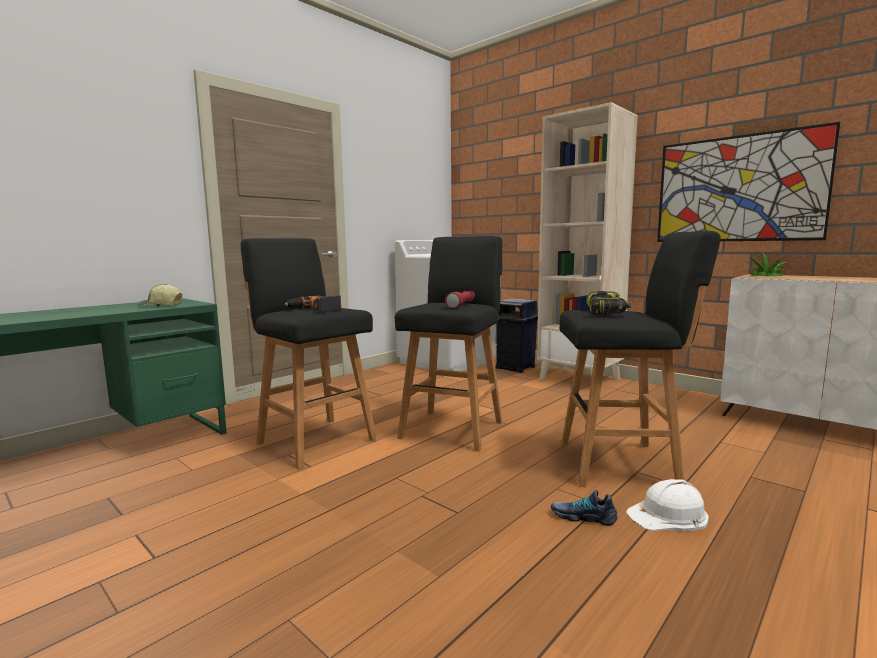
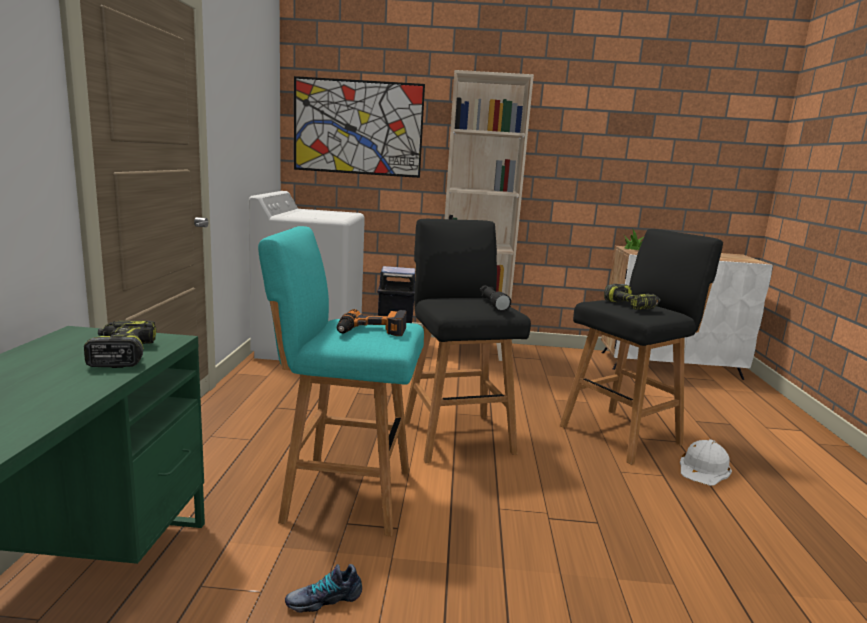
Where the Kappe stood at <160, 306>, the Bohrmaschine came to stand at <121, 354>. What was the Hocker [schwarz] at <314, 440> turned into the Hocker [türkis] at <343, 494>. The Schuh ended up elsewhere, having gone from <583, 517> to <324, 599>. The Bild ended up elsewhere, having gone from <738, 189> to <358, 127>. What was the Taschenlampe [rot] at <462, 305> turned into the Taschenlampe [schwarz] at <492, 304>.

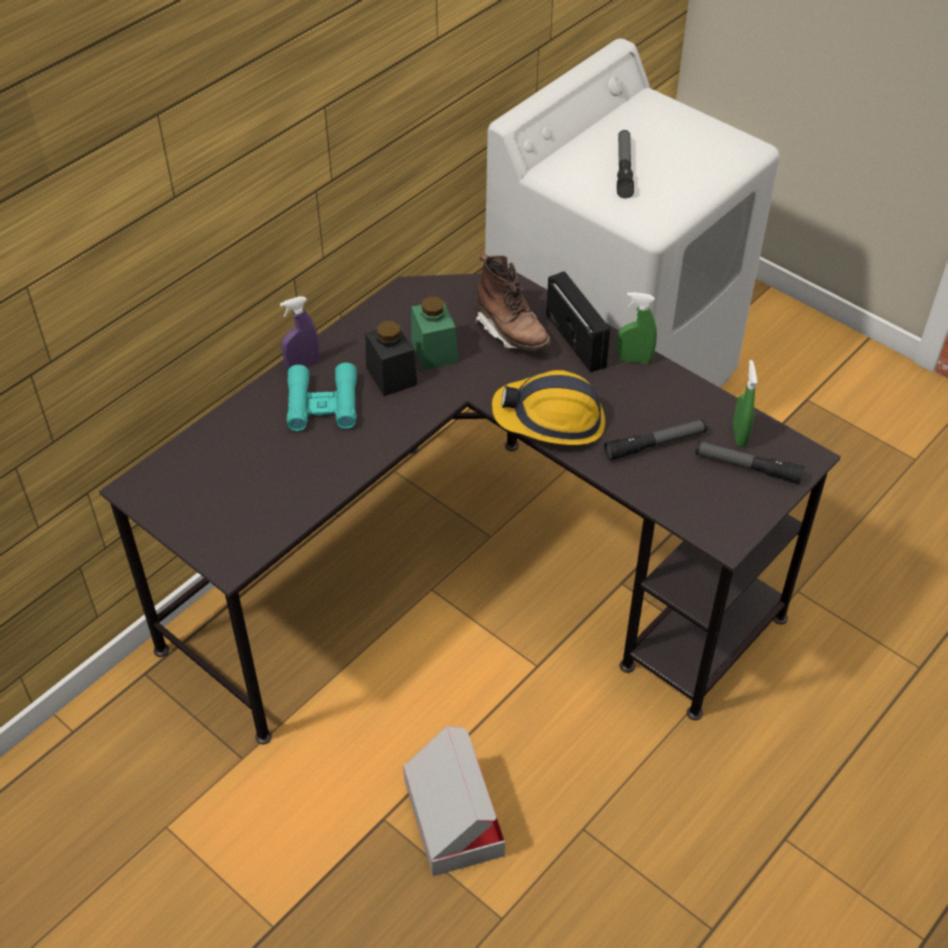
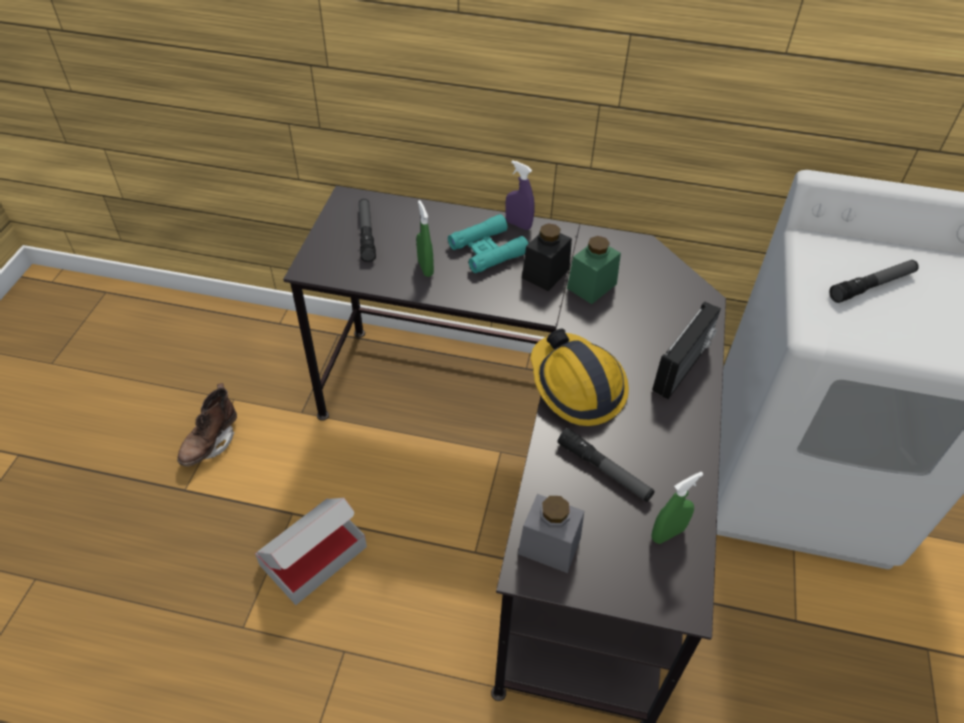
The Stiefel [braun] ended up elsewhere, having gone from <511, 332> to <211, 443>. The Taschenlampe ended up elsewhere, having gone from <747, 467> to <366, 234>. The Sprühflasche [grün] ended up elsewhere, having gone from <634, 359> to <425, 268>. The second view gained the Vorratsglas [grau] at <549, 546>.

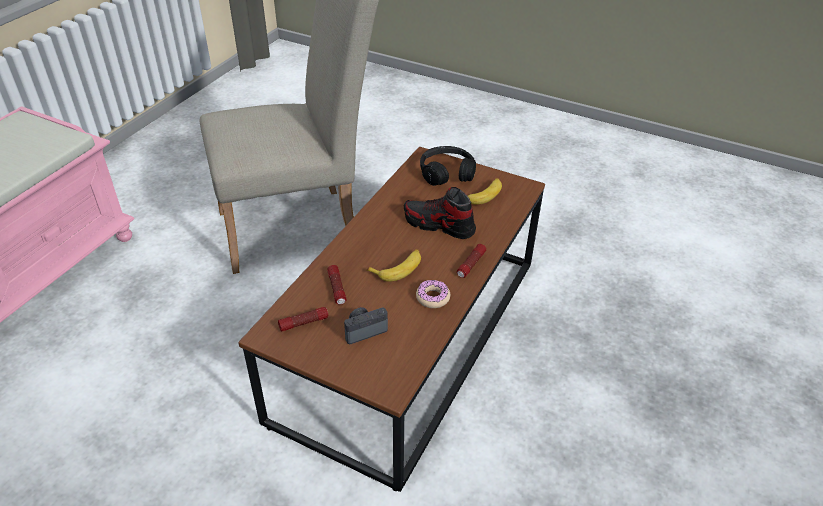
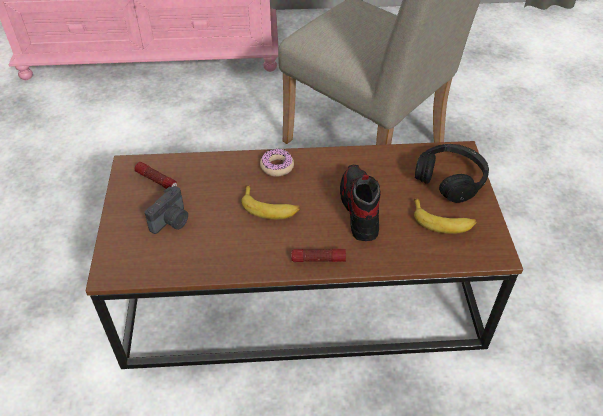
The Kamera at <364, 330> ended up facing another way, 90 degrees clockwise from before. The Donut ended up elsewhere, having gone from <432, 297> to <277, 166>. The second view lost the Taschenlampe at <337, 289>.

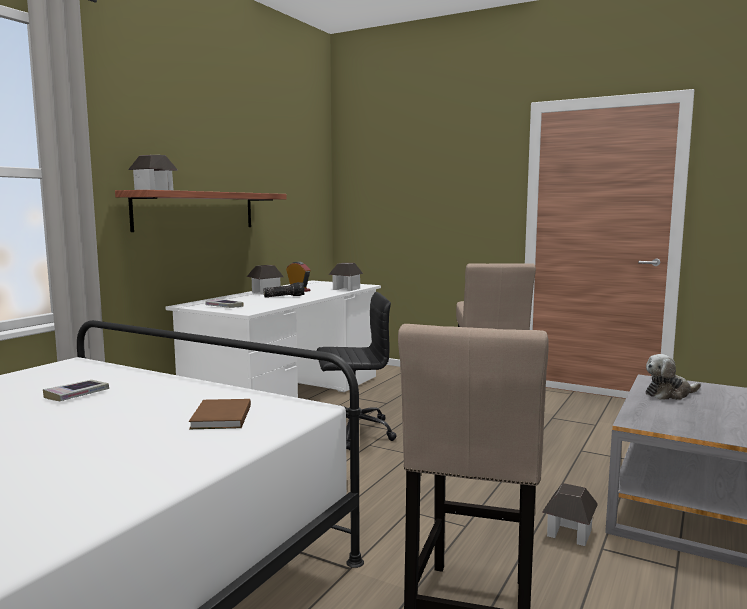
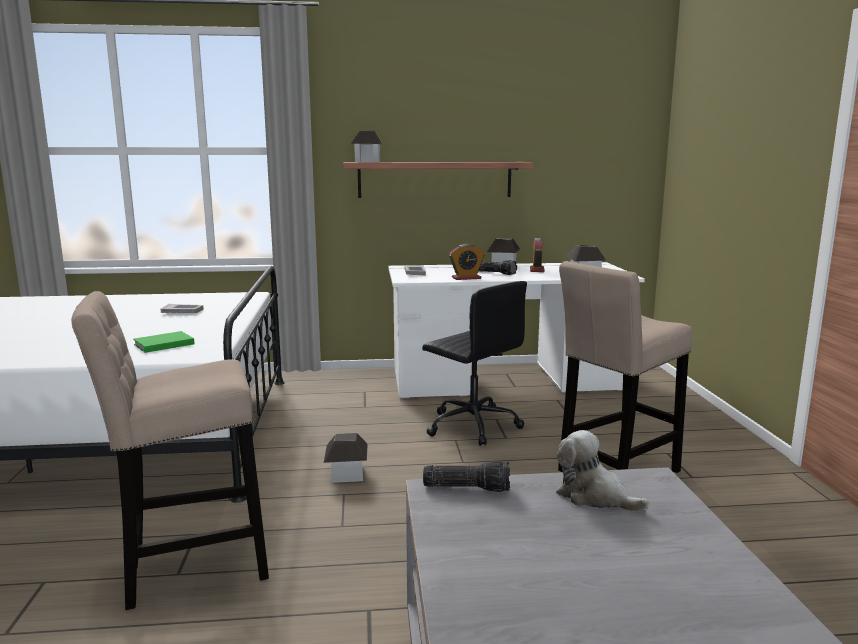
What was the Buch [braun] at <220, 418> turned into the Buch [grün] at <162, 344>. The Spielzeughaus ended up elsewhere, having gone from <569, 533> to <347, 474>. The second view gained the Taschenlampe at <467, 487>. The second view gained the Wecker at <466, 278>.

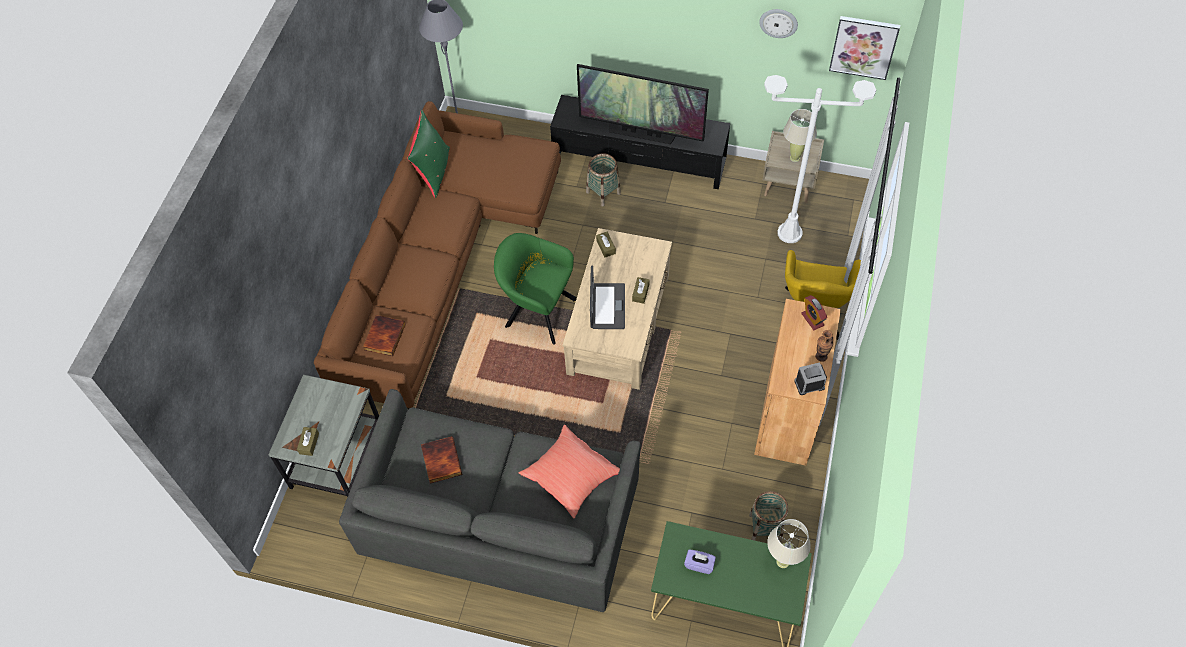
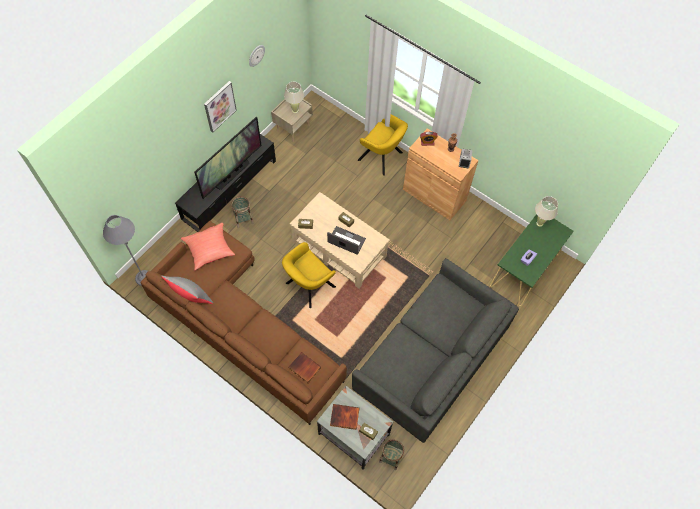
What was the Kissen [grün] at <433, 171> turned into the Kissen [grau] at <191, 297>. The Kissen [rot] ended up elsewhere, having gone from <570, 478> to <209, 250>. The Bild ended up elsewhere, having gone from <863, 47> to <219, 106>. What was the Sessel [grün] at <537, 311> turned into the Sessel [gelb] at <308, 286>. The Buch ended up elsewhere, having gone from <440, 461> to <344, 418>. The Korb ended up elsewhere, having gone from <765, 527> to <391, 457>. The second view lost the Stehlampe [weiß] at <790, 233>.

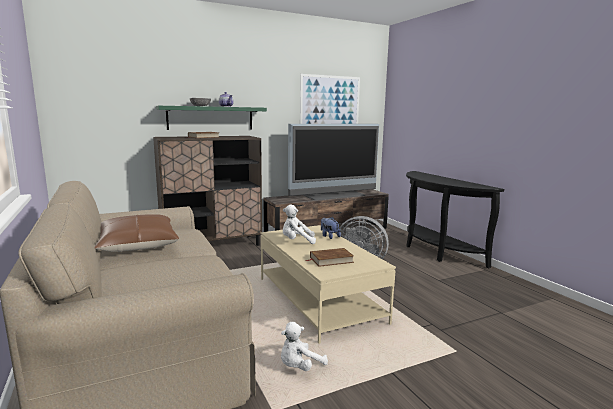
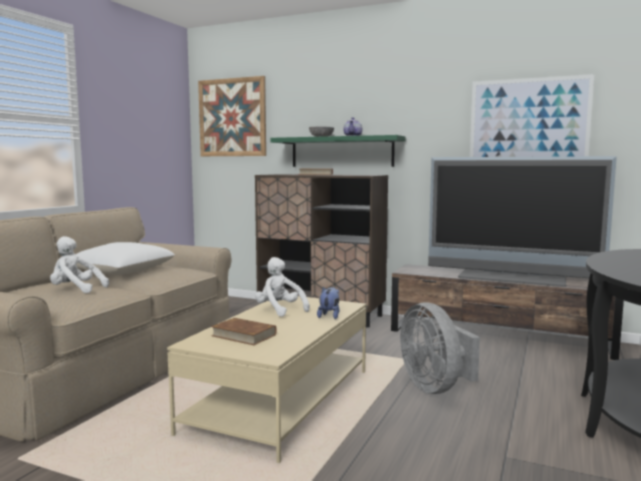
The Plüschtier [weiß] ended up elsewhere, having gone from <299, 367> to <75, 290>. What was the Kissen [braun] at <137, 244> turned into the Kissen [weiß] at <121, 271>. The second view gained the Bild at <232, 117>.

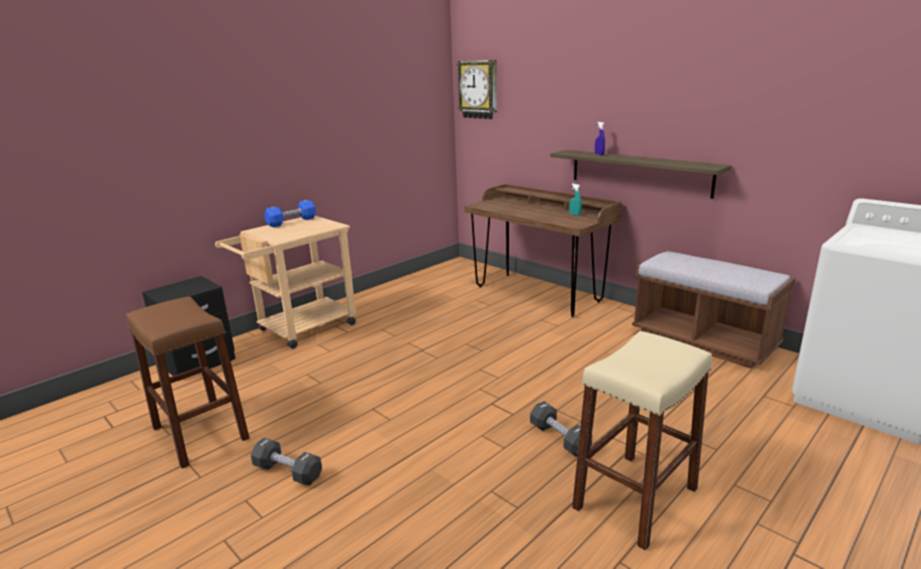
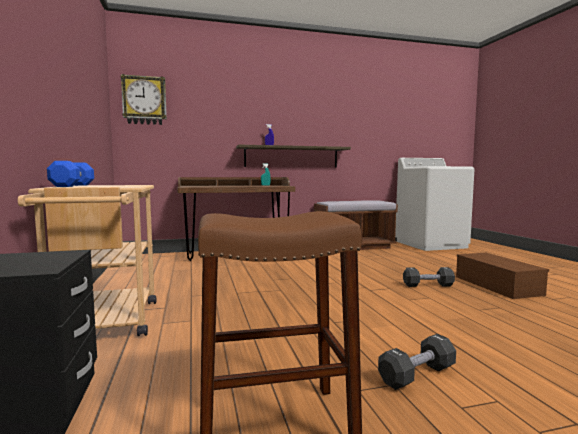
Where the Hocker [beige] stood at <635, 498>, the Aufbewahrungsbox [braun] came to stand at <495, 285>.

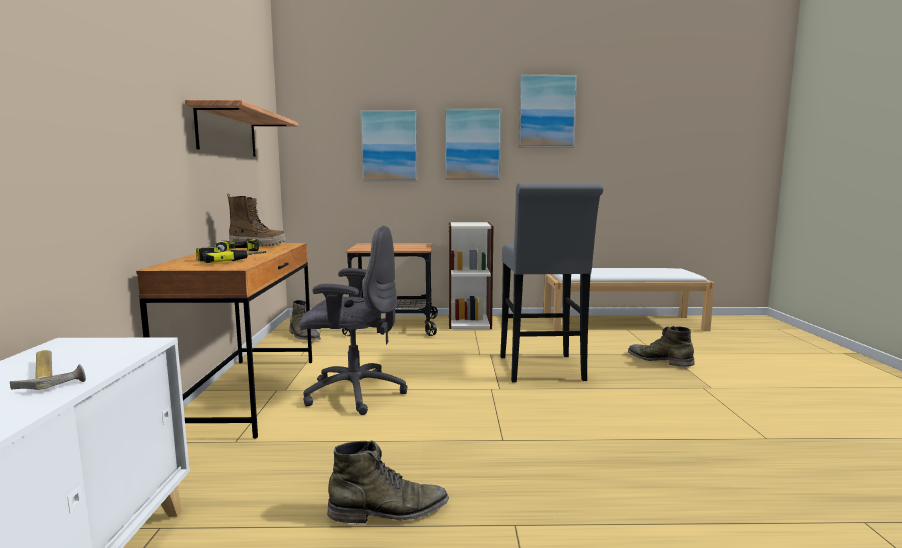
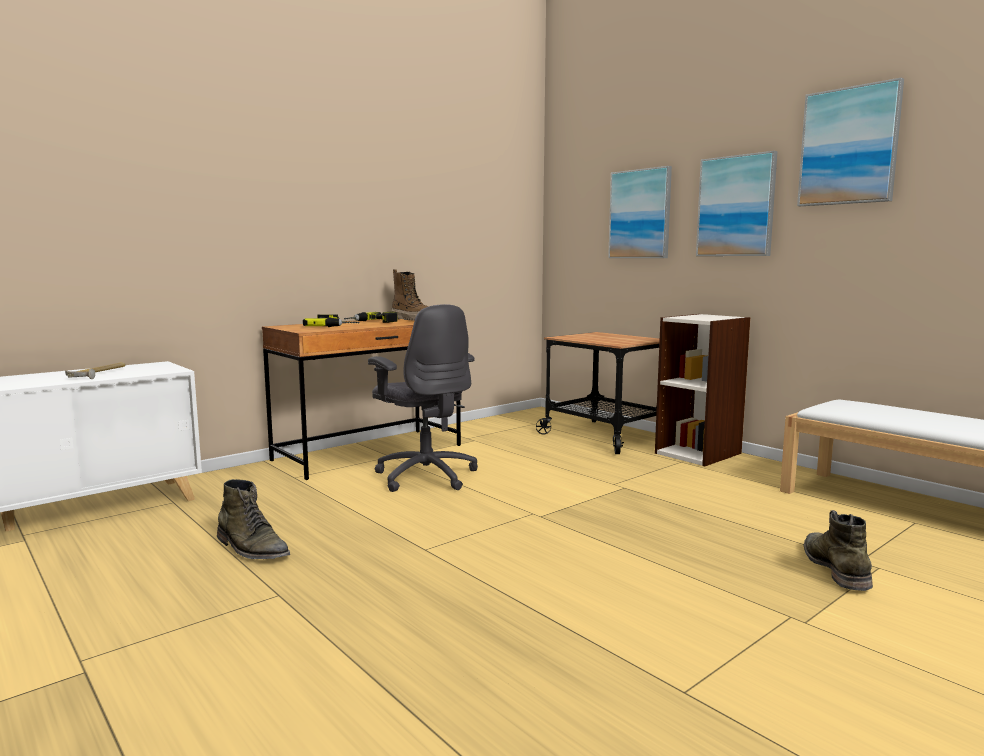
The second view lost the Wandregal at <227, 133>. The second view lost the Stiefel [grün] at <304, 336>. The second view lost the Hocker [grau] at <542, 371>.

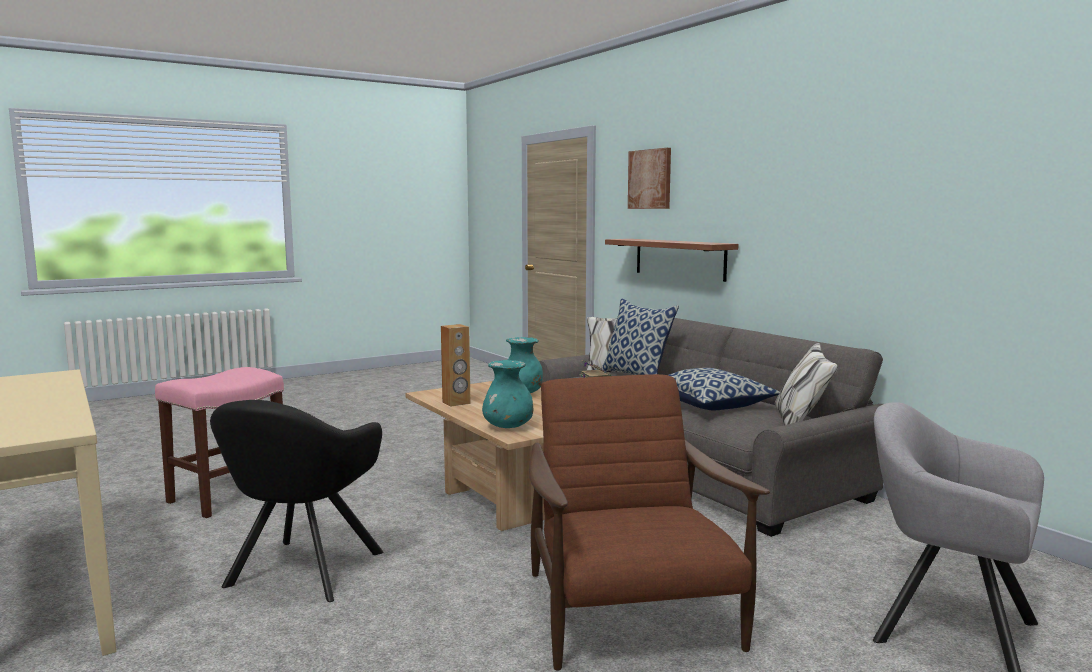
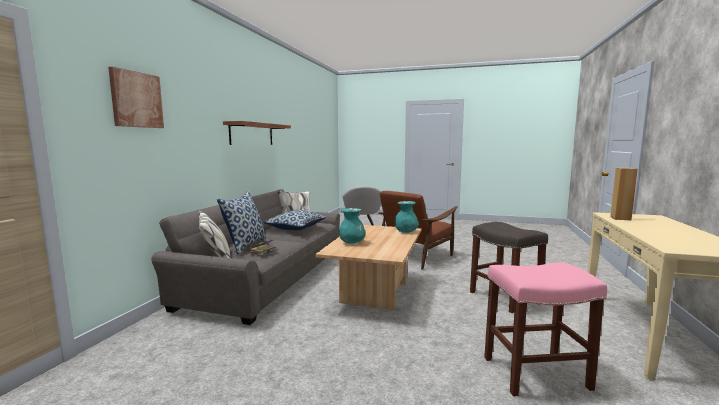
The Wandregal ended up elsewhere, having gone from <679, 258> to <252, 134>. Where the Sessel [schwarz] stood at <300, 573>, the Hocker [grau] came to stand at <505, 298>. The Lautsprecher [braun] ended up elsewhere, having gone from <456, 403> to <620, 218>.

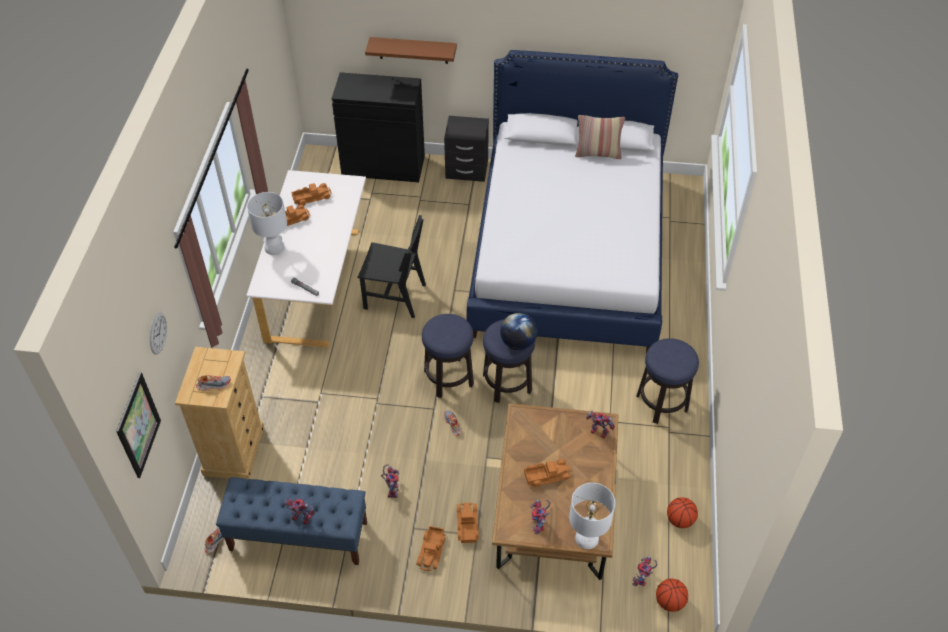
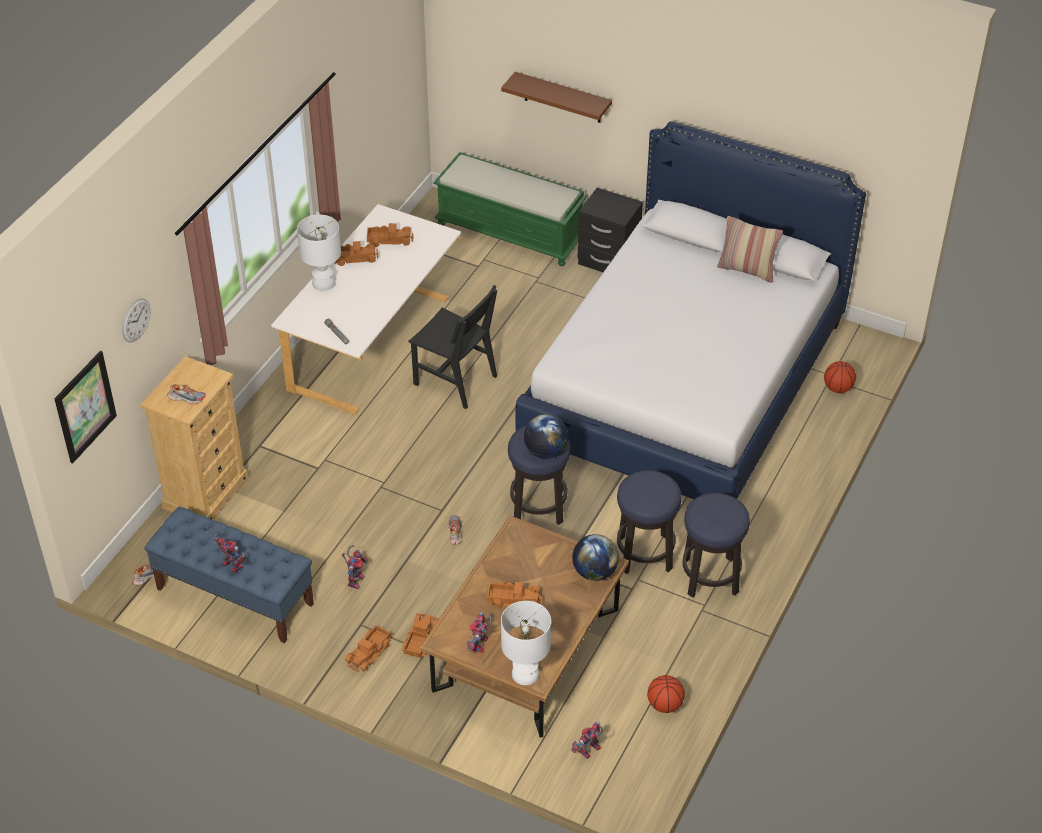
Where the Schrank [schwarz] stood at <383, 166>, the Bank [grün] came to stand at <511, 232>. Where the Spielzeugroboter stood at <597, 432>, the Globus came to stand at <594, 572>. The Hocker ended up elsewhere, having gone from <448, 378> to <644, 554>. The Basketball ended up elsewhere, having gone from <669, 601> to <838, 388>.

